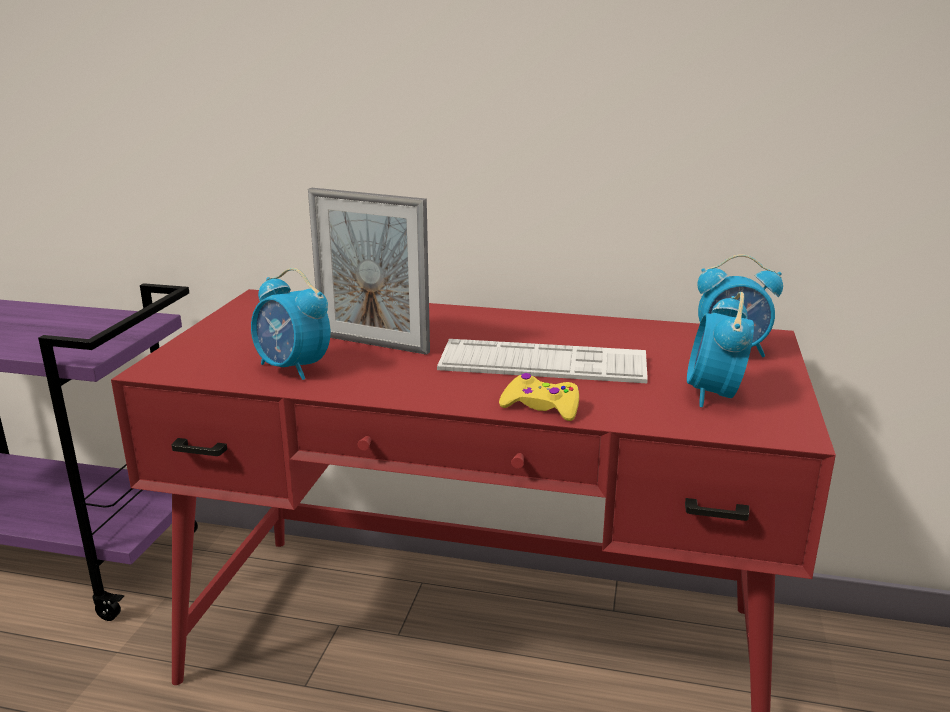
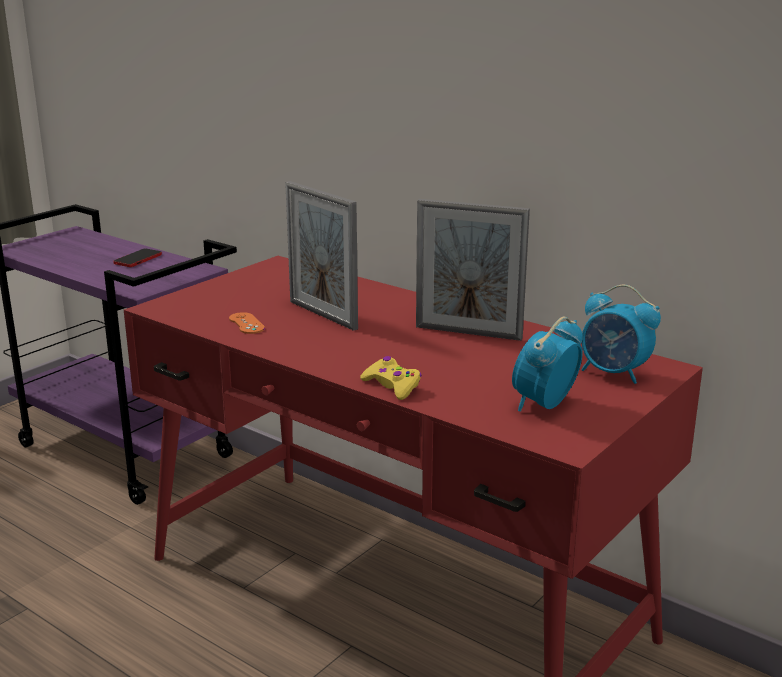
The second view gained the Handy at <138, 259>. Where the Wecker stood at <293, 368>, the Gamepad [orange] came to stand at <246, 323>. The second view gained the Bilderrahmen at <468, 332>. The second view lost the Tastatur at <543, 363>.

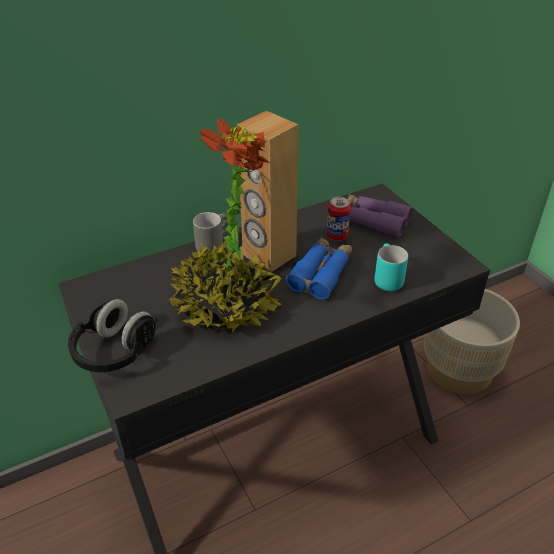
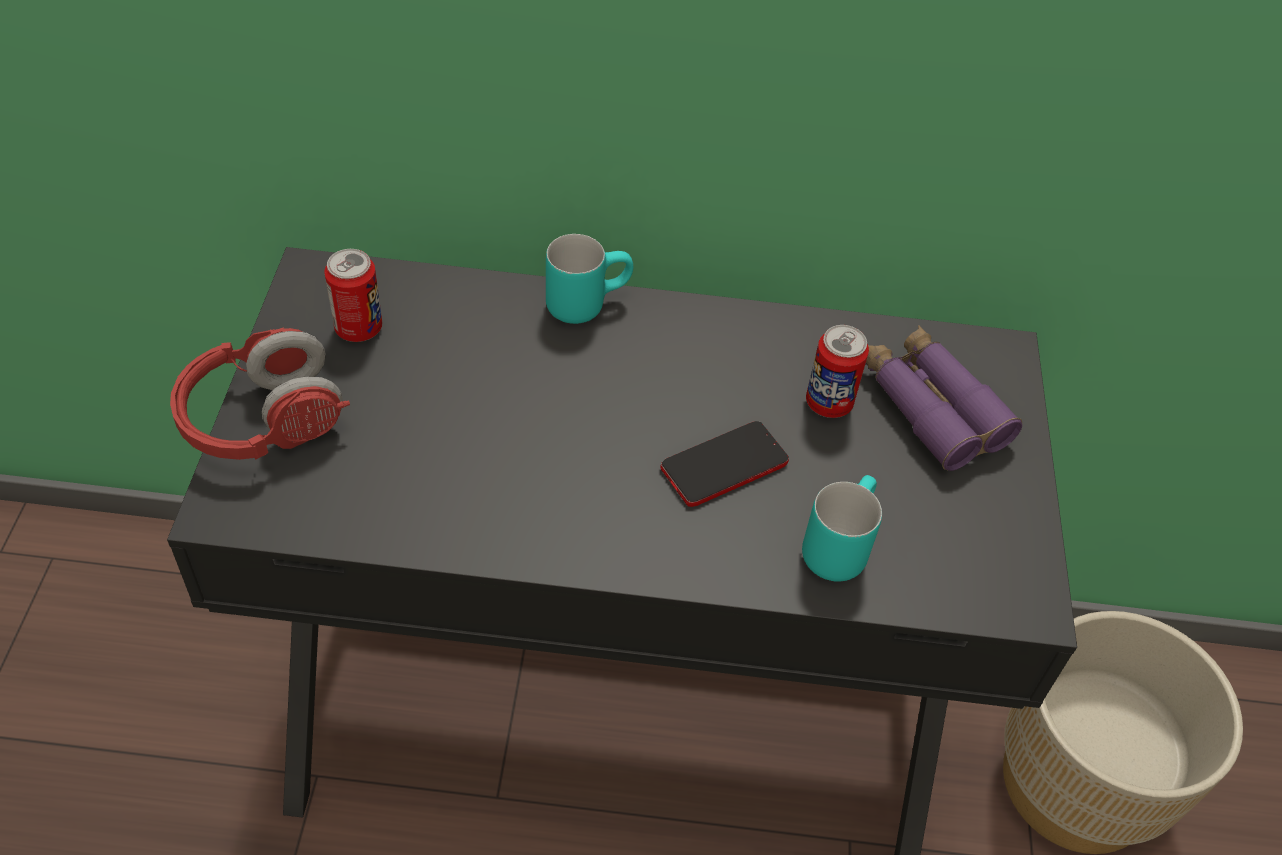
What was the Kopfhörer [schwarz] at <115, 351> turned into the Kopfhörer [rot] at <263, 421>. The second view gained the Dose at <358, 328>. What was the Henkelbecher [grau] at <212, 244> turned into the Henkelbecher [türkis] at <586, 301>. Where the Fernglas [blau] stood at <321, 273>, the Handy came to stand at <724, 465>. The second view lost the Topfpflanze at <224, 306>. The second view lost the Lautsprecher [braun] at <268, 255>.

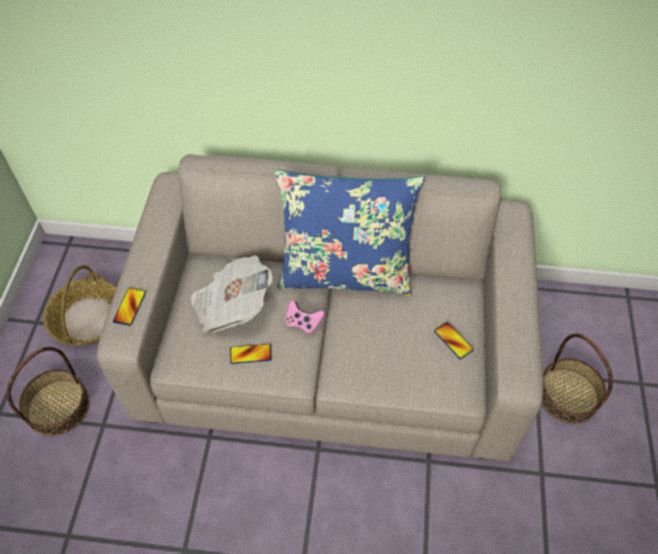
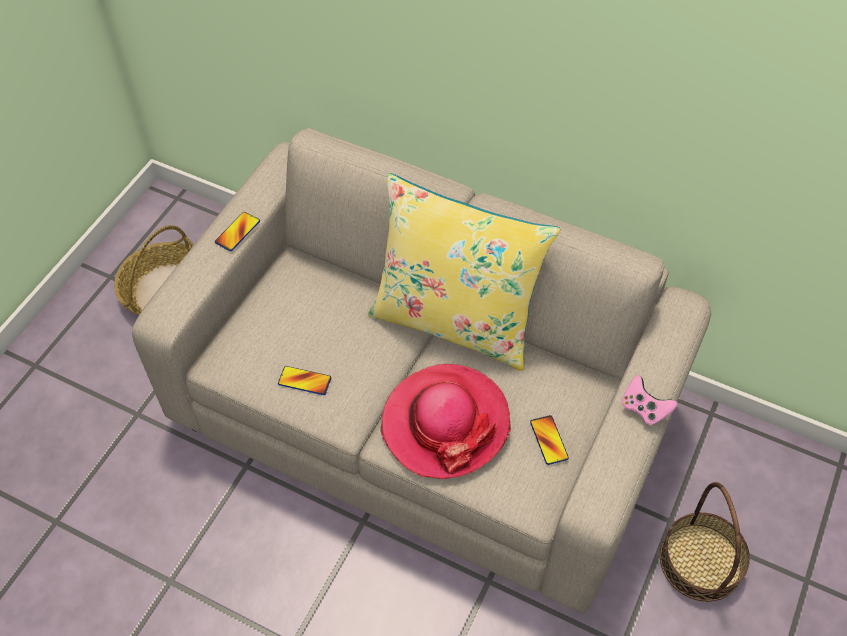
The Handy ended up elsewhere, having gone from <130, 307> to <237, 232>. What was the Kissen [blau] at <345, 273> turned into the Kissen [gelb] at <455, 320>. The second view gained the Hut at <445, 423>. The Gamepad [rosa] ended up elsewhere, having gone from <303, 322> to <644, 408>. The second view lost the Korb at <58, 406>. The second view lost the Zeitung at <231, 306>.

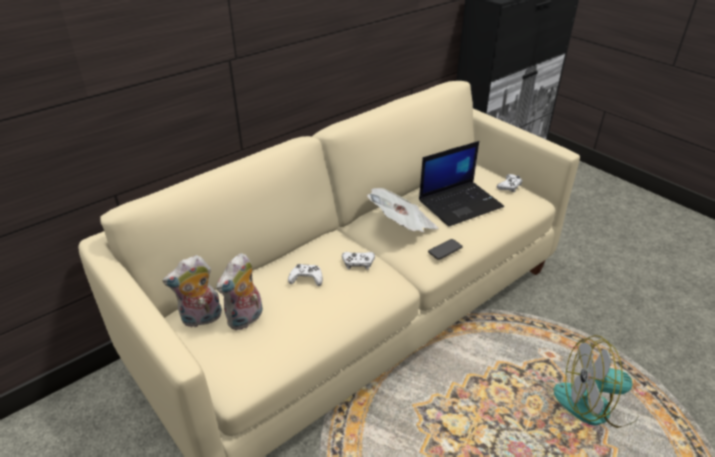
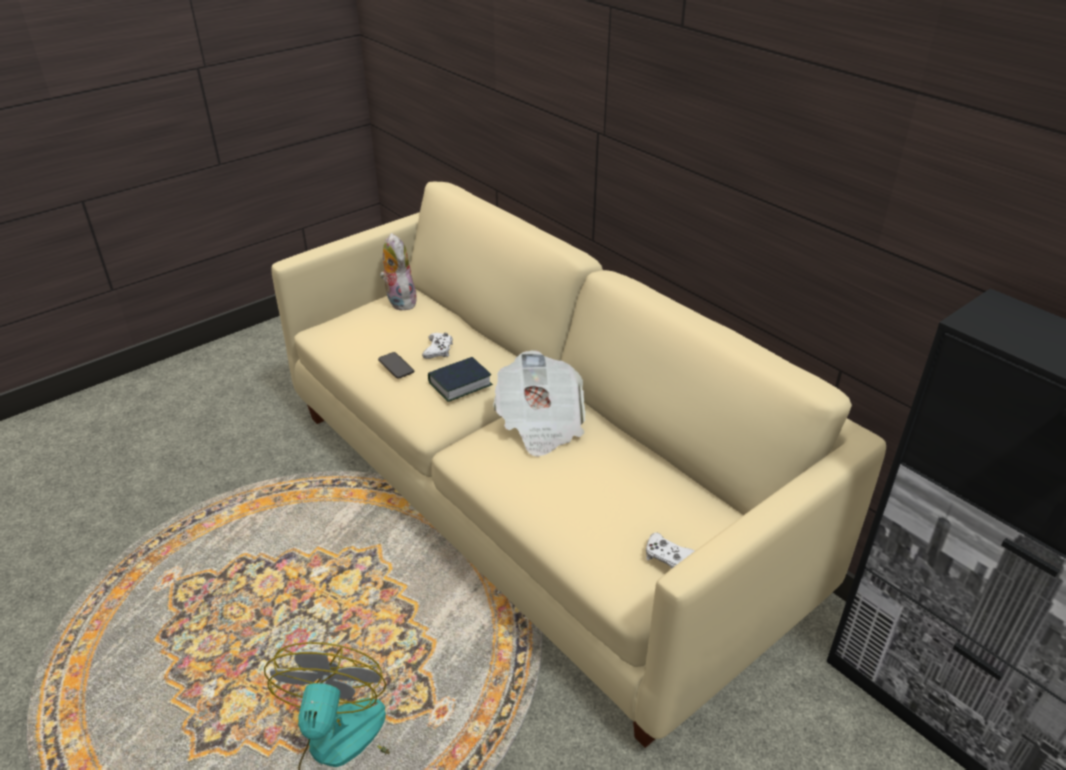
The Handy ended up elsewhere, having gone from <445, 250> to <396, 366>. Where the Gamepad [weiß] stood at <358, 263>, the Buch came to stand at <460, 384>. The second view lost the Plüschtier at <246, 319>. The second view lost the Laptop at <460, 203>.

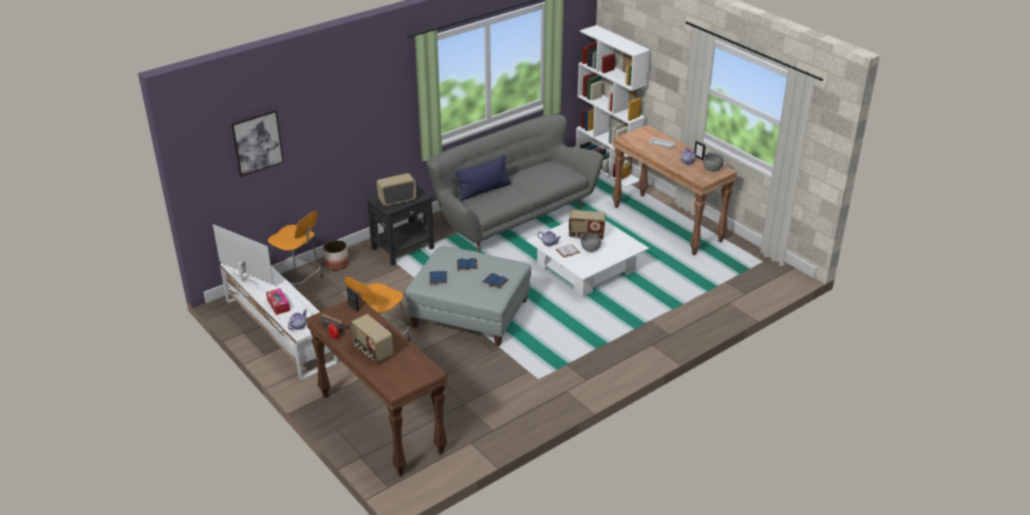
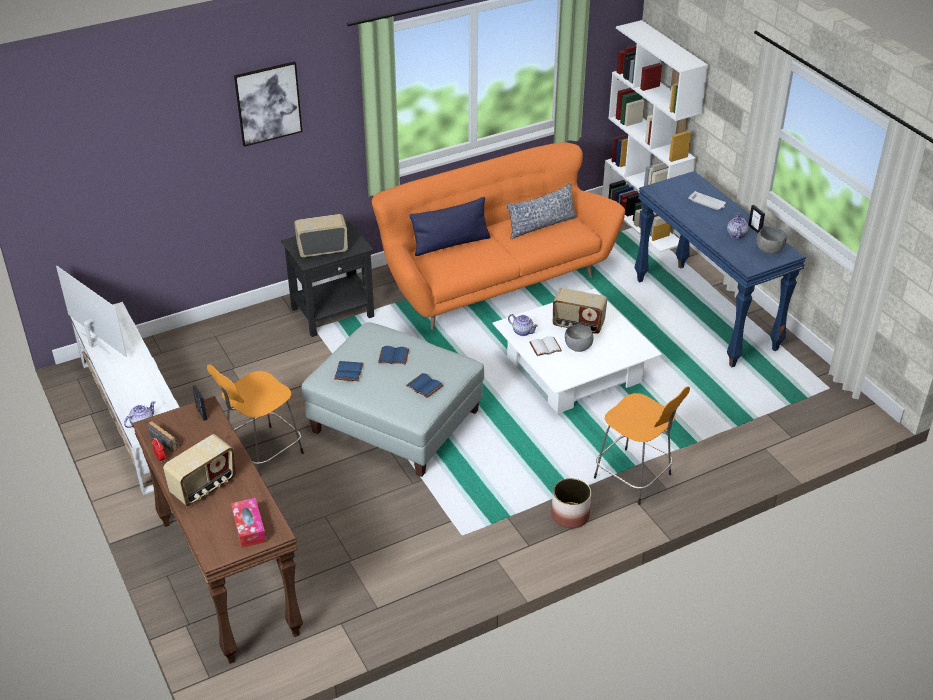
The Radio at <372, 351> ended up facing another way, 105 degrees counterclockwise from before. The Taschentuchbox ended up elsewhere, having gone from <278, 305> to <249, 528>. The Bild ended up elsewhere, having gone from <257, 143> to <268, 103>. What was the Sofa [grau] at <512, 216> turned into the Sofa [orange] at <493, 281>. The second view gained the Kissen at <541, 225>. The Pflanzkübel ended up elsewhere, having gone from <336, 264> to <570, 516>. The Hocker [orange] ended up elsewhere, having gone from <298, 282> to <634, 478>. What was the Konsolentisch [braun] at <668, 224> turned into the Konsolentisch [blau] at <706, 314>.

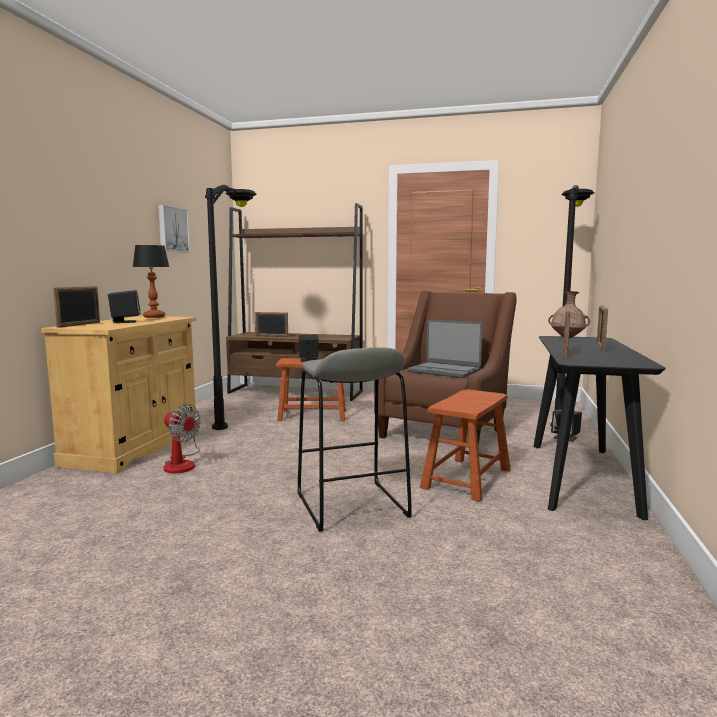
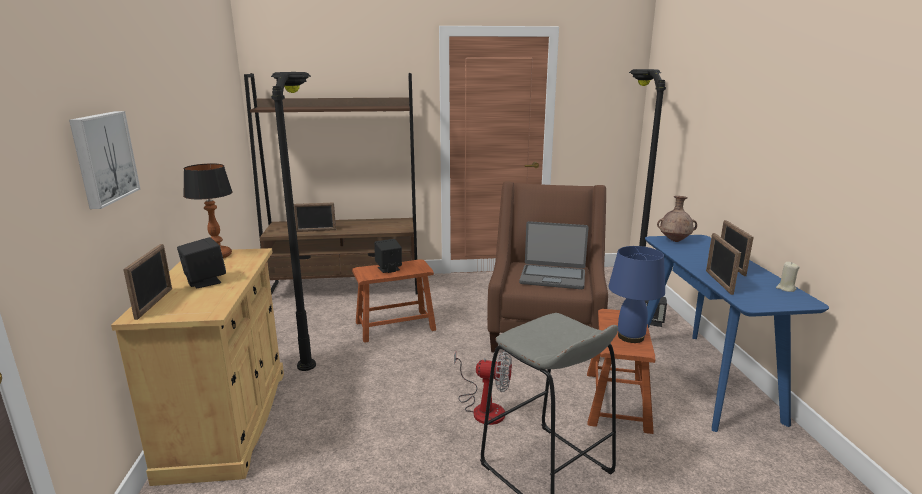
The Bild ended up elsewhere, having gone from <172, 229> to <102, 157>. The Ventilator ended up elsewhere, having gone from <182, 463> to <483, 407>. The second view gained the Tischlampe [blau] at <630, 336>. What was the Konsolentisch [schwarz] at <581, 476> turned into the Konsolentisch [blau] at <704, 377>. The second view gained the Kerze [beige] at <785, 288>.

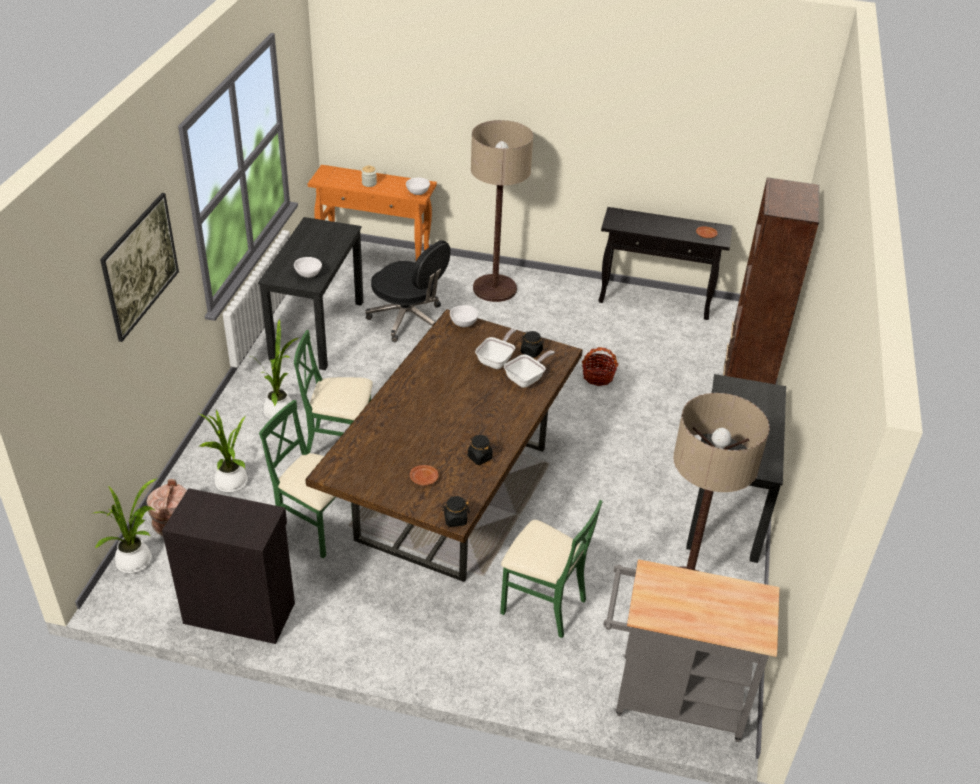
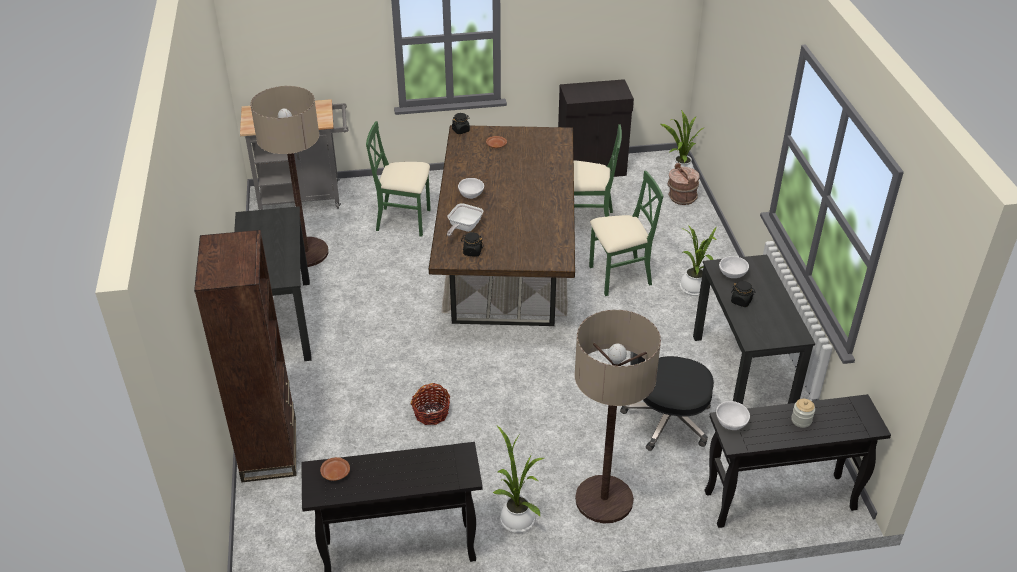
The Schüssel [weiß] ended up elsewhere, having gone from <463, 324> to <471, 195>. The Topfpflanze ended up elsewhere, having gone from <231, 485> to <516, 518>. What was the Konsolentisch [orange] at <376, 257> turned into the Konsolentisch [schwarz] at <778, 501>. The Vorratsglas [schwarz] ended up elsewhere, having gone from <479, 457> to <741, 301>. The second view lost the Bild at <144, 285>. The second view lost the Pfanne at <497, 360>.

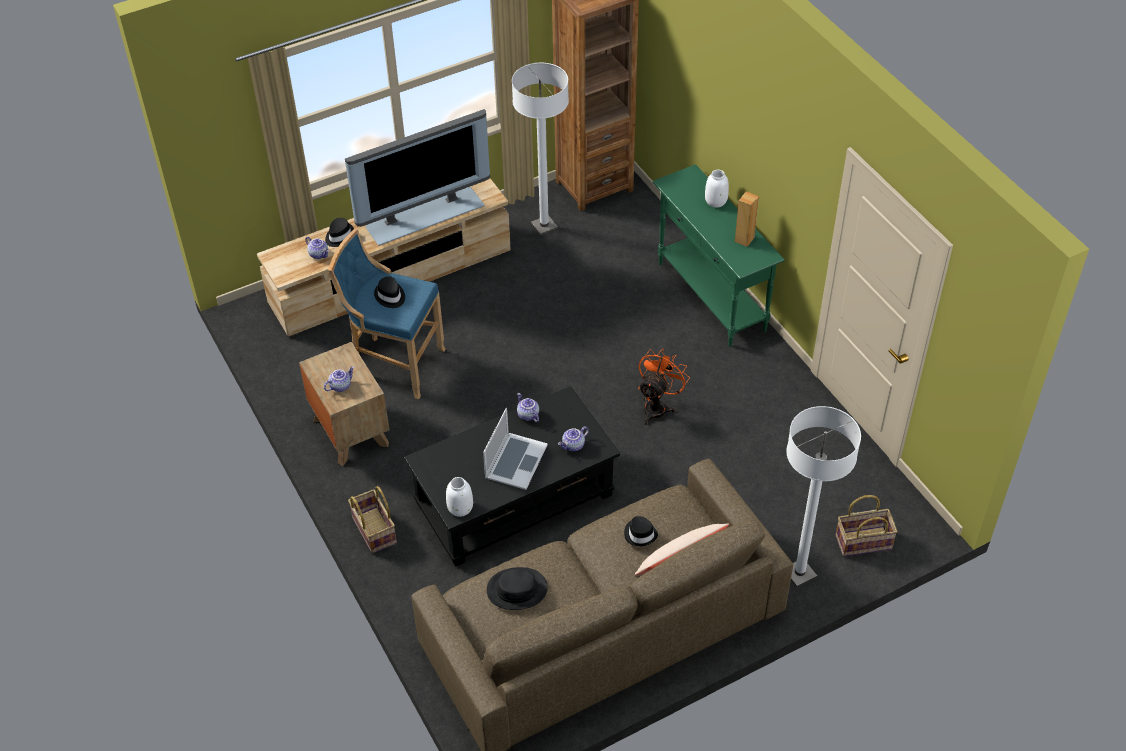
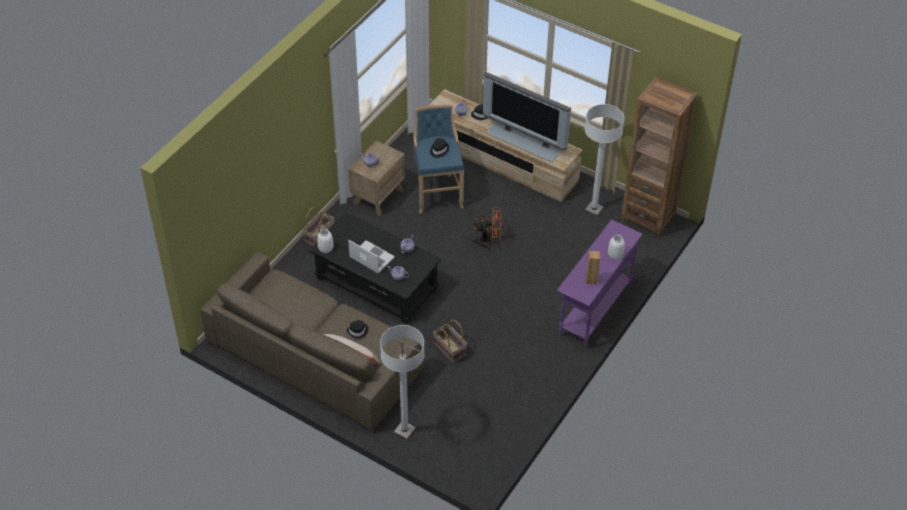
The Laptop at <515, 461> ended up facing another way, 135 degrees counterclockwise from before. The Korb ended up elsewhere, having gone from <863, 541> to <450, 349>. The Ventilator [orange] ended up elsewhere, having gone from <657, 406> to <488, 242>. What was the Konsolentisch [grün] at <711, 297> turned into the Konsolentisch [lila] at <594, 310>. The second view lost the Hut [schwarz] at <517, 590>.

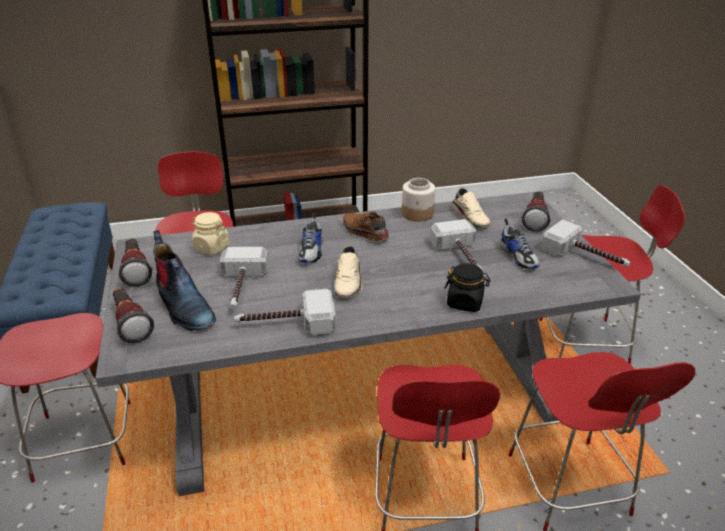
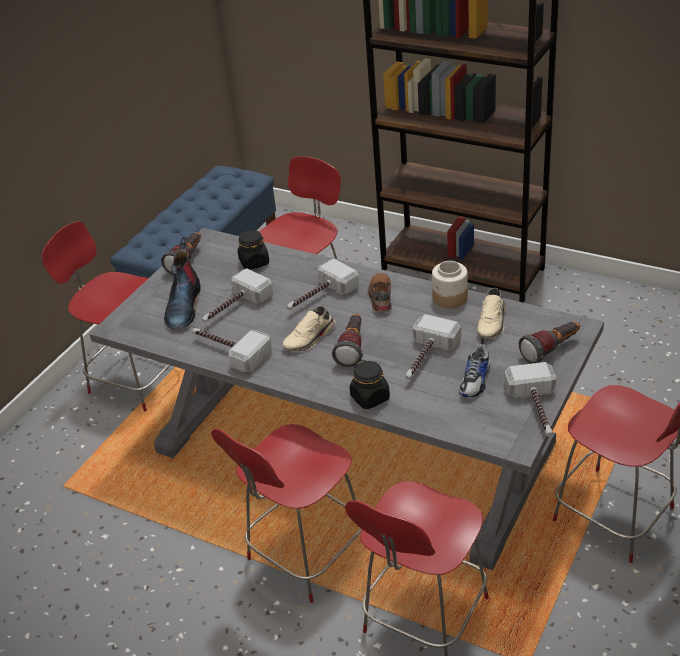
What was the Vorratsglas [beige] at <211, 247> turned into the Vorratsglas [schwarz] at <254, 262>. Where the Schuh stood at <312, 251>, the Hammer came to stand at <319, 297>. The Taschenlampe ended up elsewhere, having gone from <130, 323> to <352, 348>.

